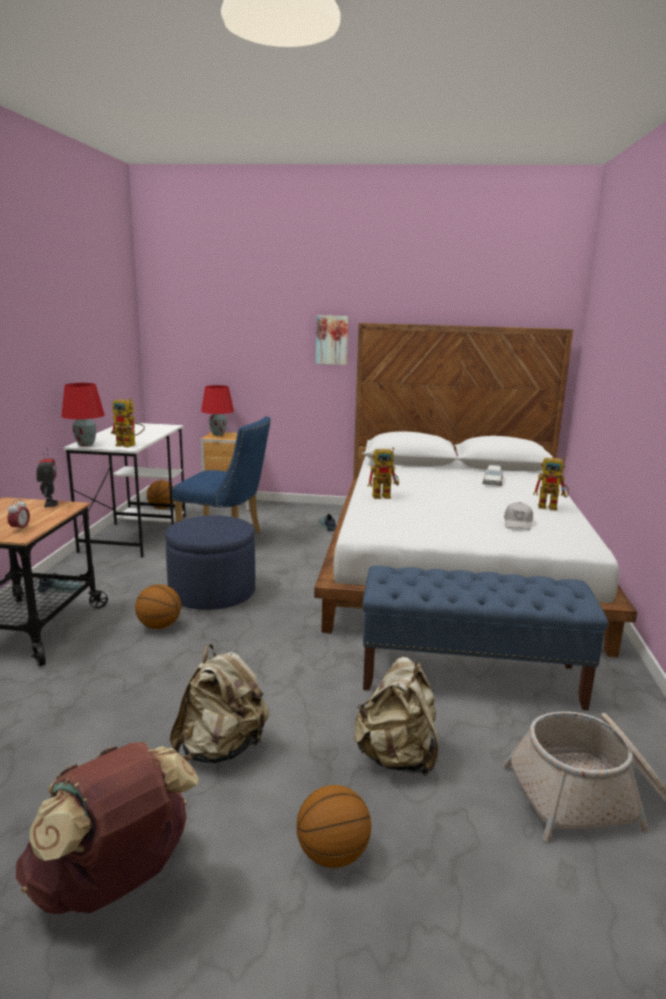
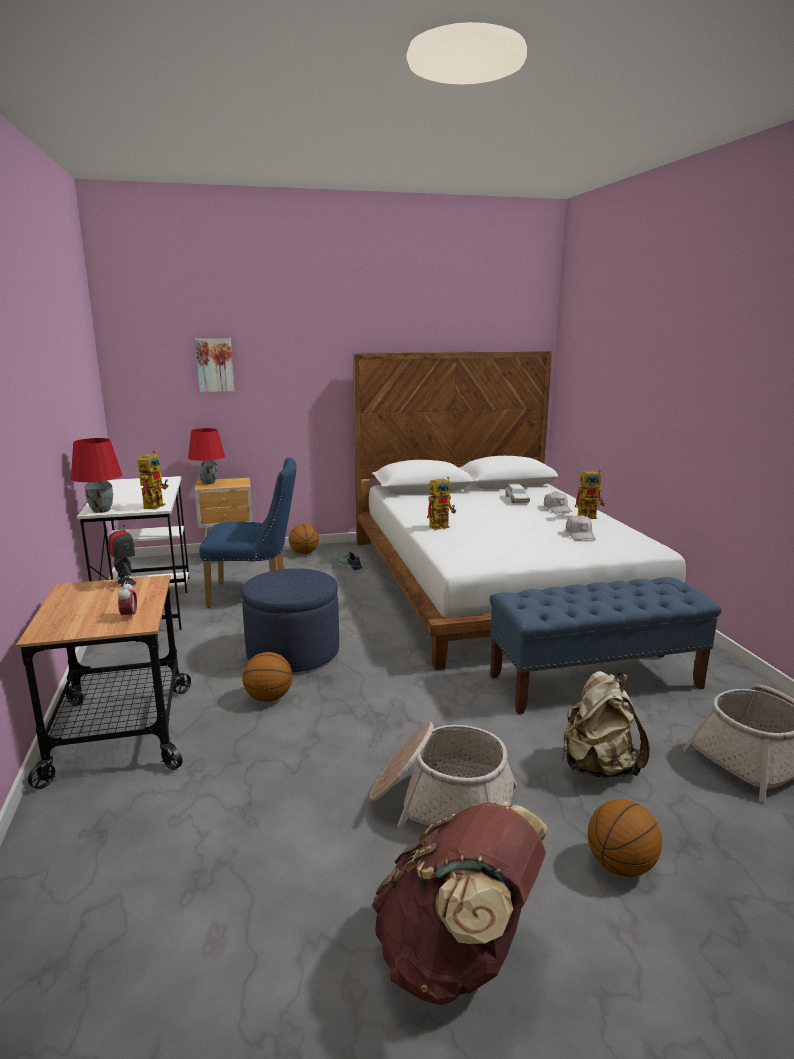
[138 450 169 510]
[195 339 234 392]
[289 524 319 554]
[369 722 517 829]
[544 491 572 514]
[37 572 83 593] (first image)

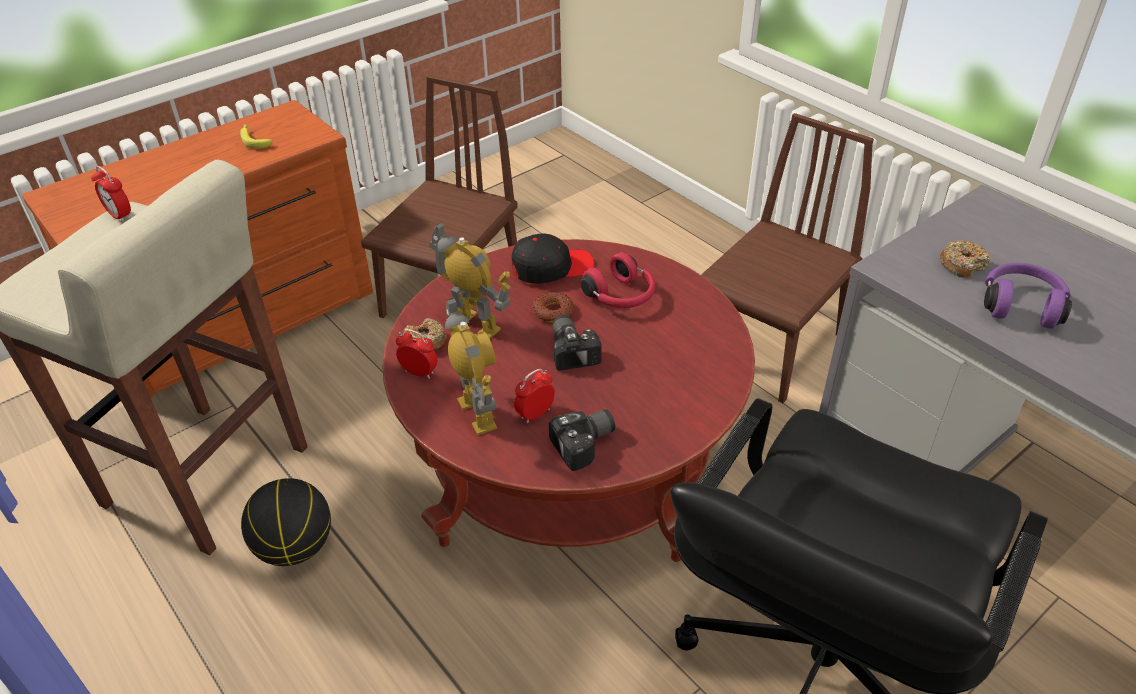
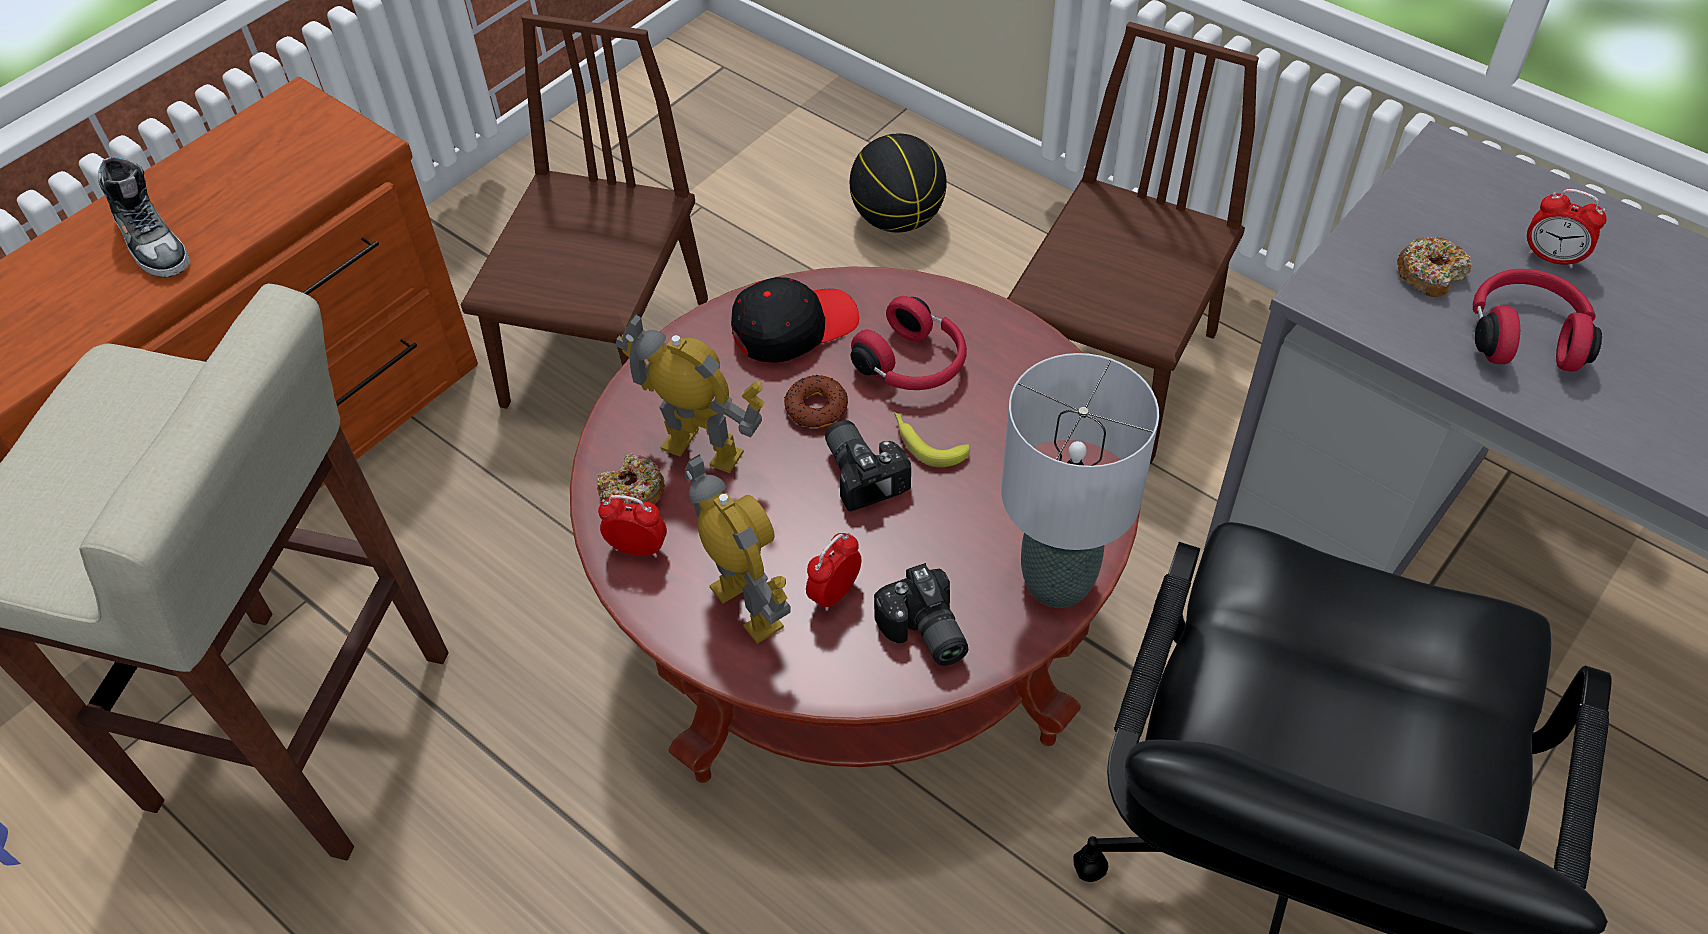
[98 157 190 278]
[849 134 947 232]
[874 563 968 666]
[894 412 970 467]
[1001 353 1159 608]
[1473 269 1602 371]
[1527 189 1606 268]

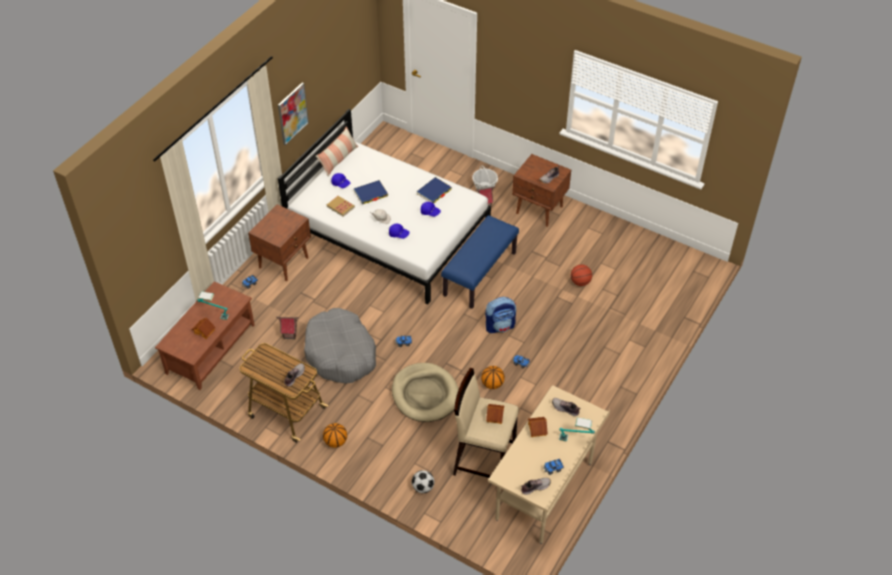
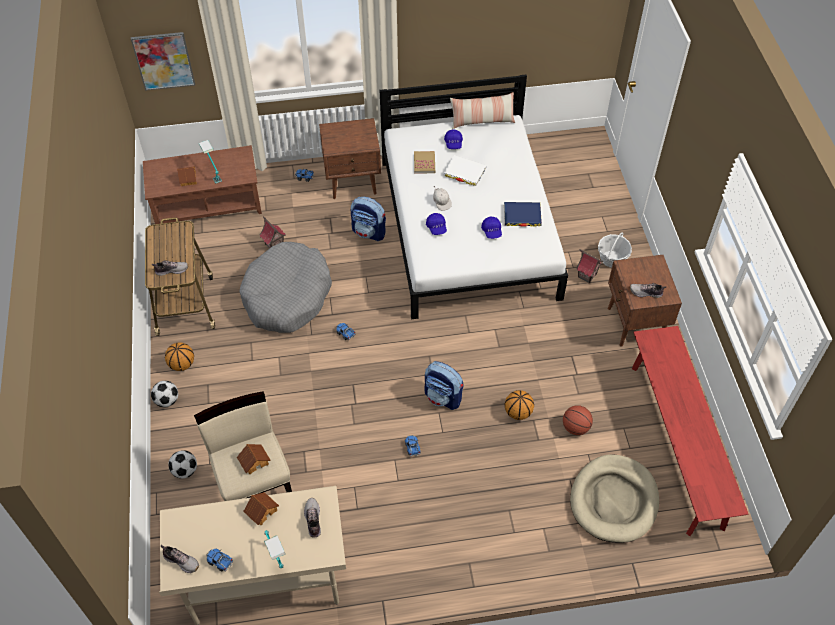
[131 32 195 91]
[151 381 178 407]
[351 197 386 241]
[444 155 487 186]
[505 390 534 420]
[570 455 659 543]
[632 326 748 536]
[441 215 519 309] (first image)

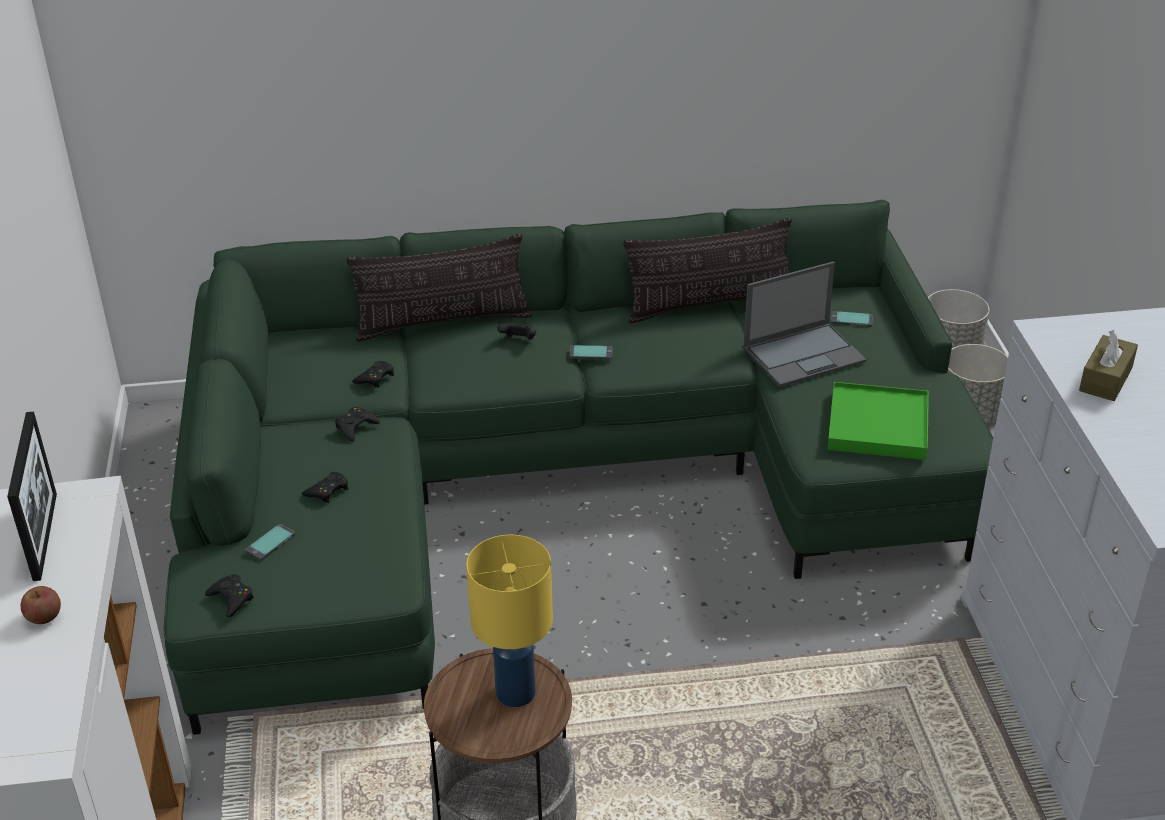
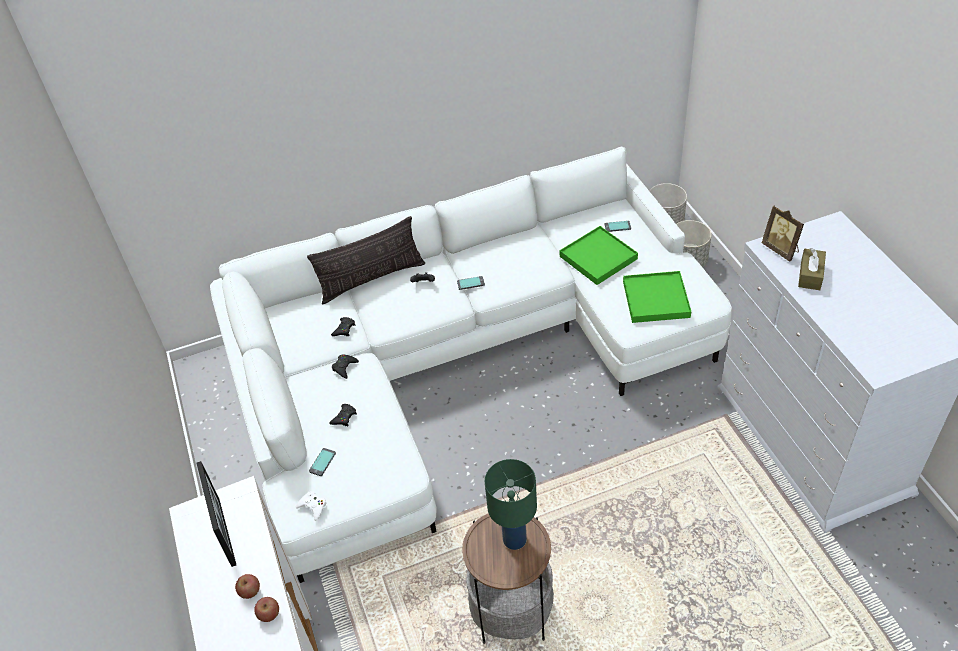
[210 147 732 583]
[254 597 279 622]
[296 491 327 521]
[485 459 537 550]
[560 226 638 285]
[762 205 804 261]
[624 217 792 323] (first image)

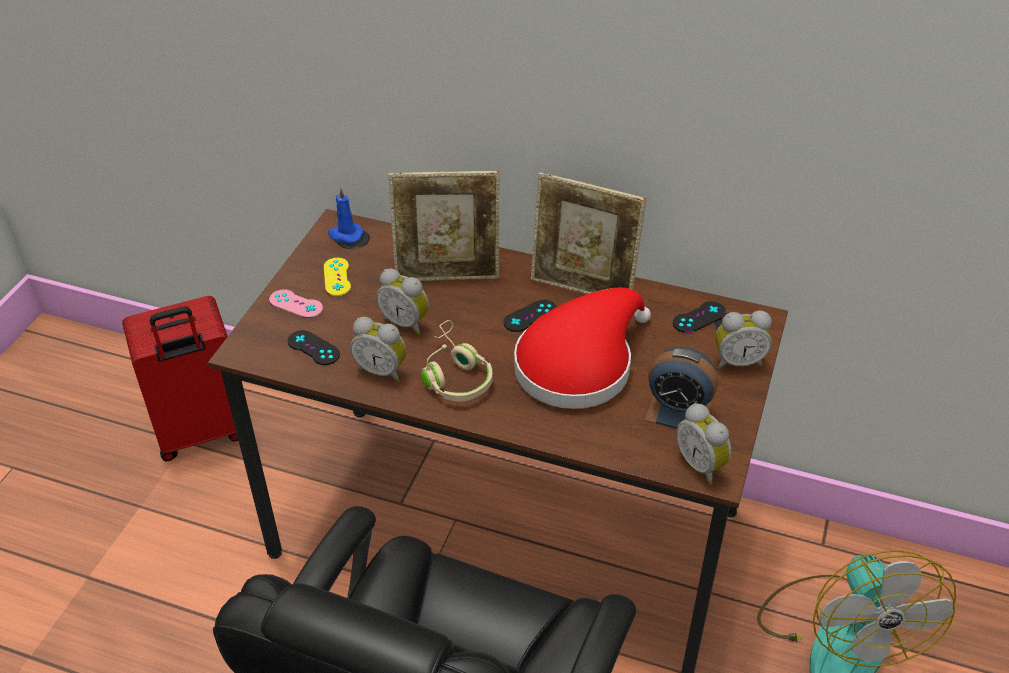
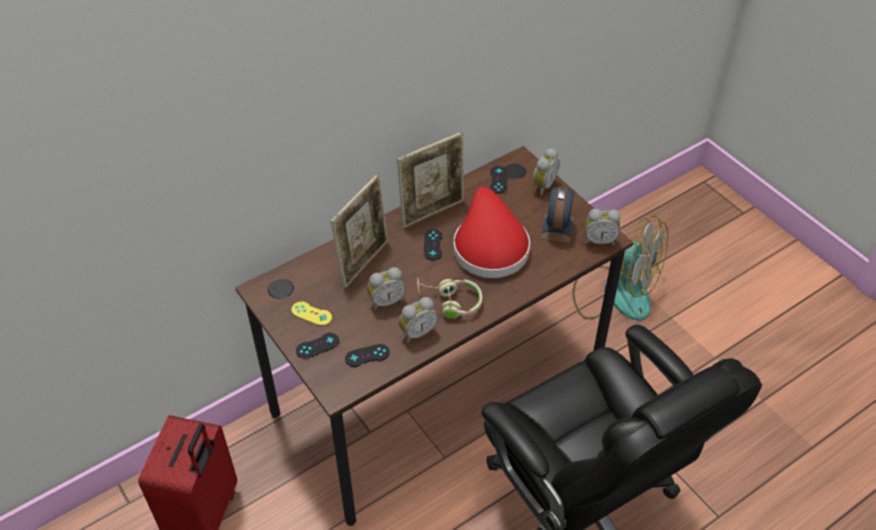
[296 333 339 359]
[541 187 574 243]
[328 187 364 243] (first image)

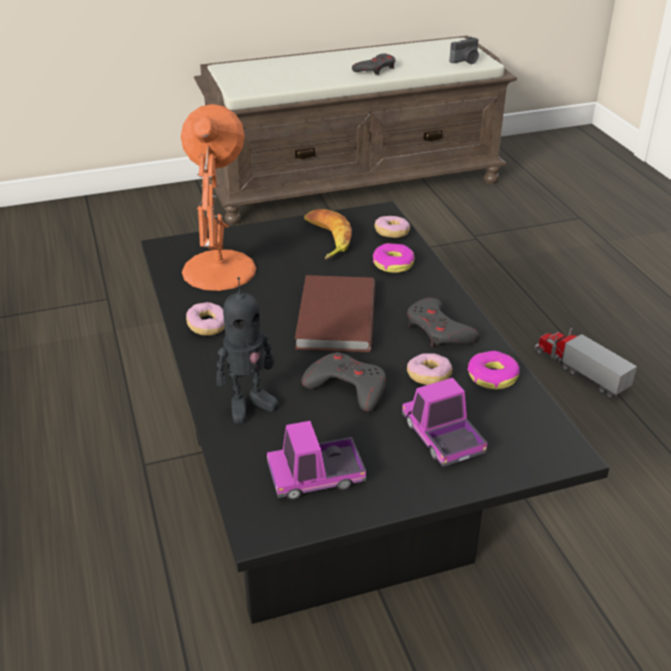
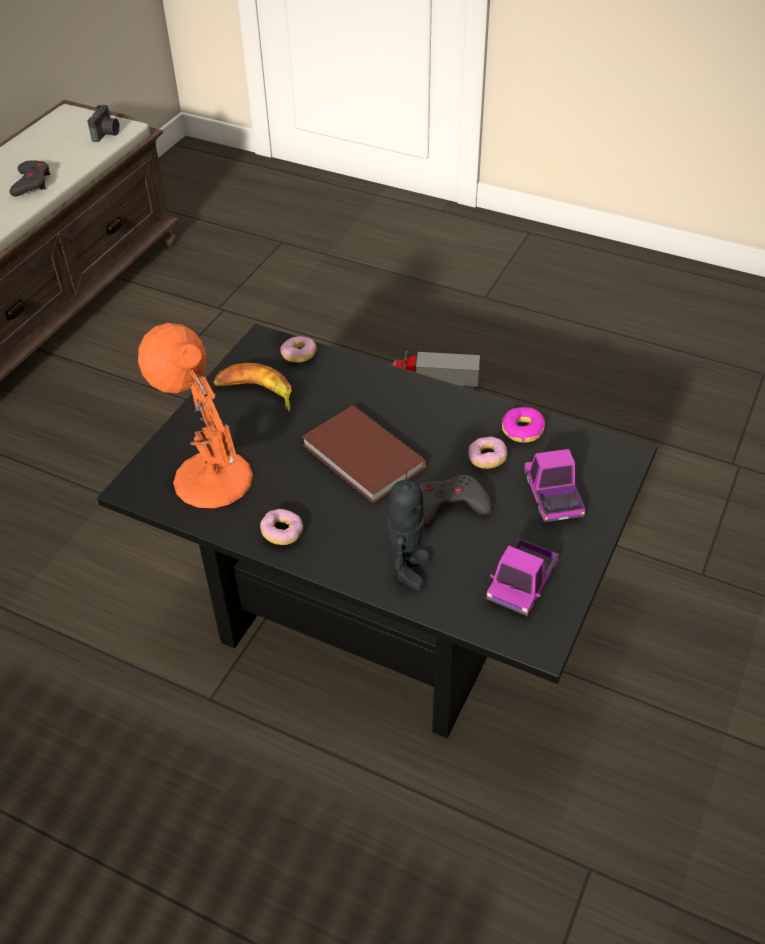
[524 449 586 522]
[373 243 415 273] (first image)
[407 297 480 347] (first image)

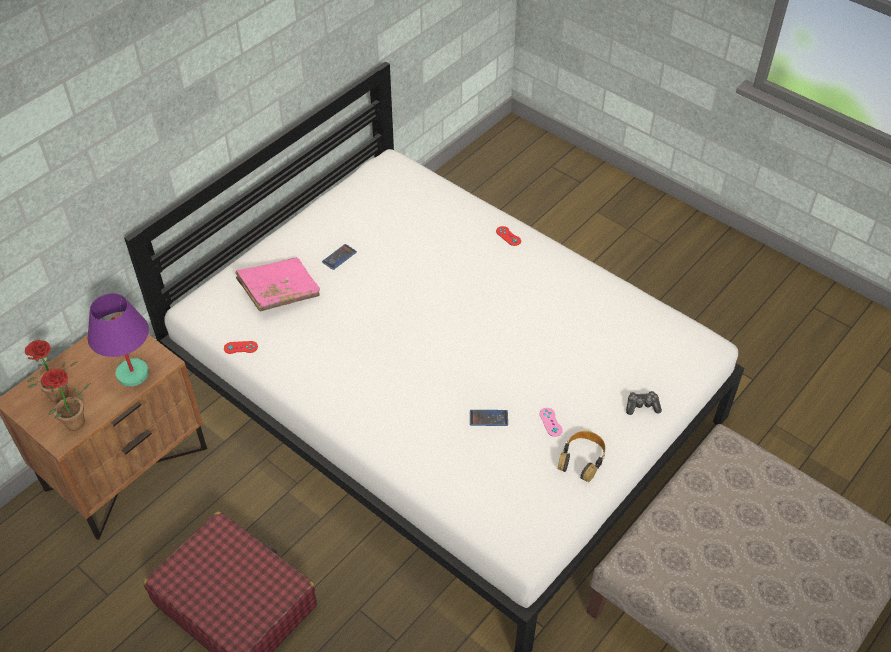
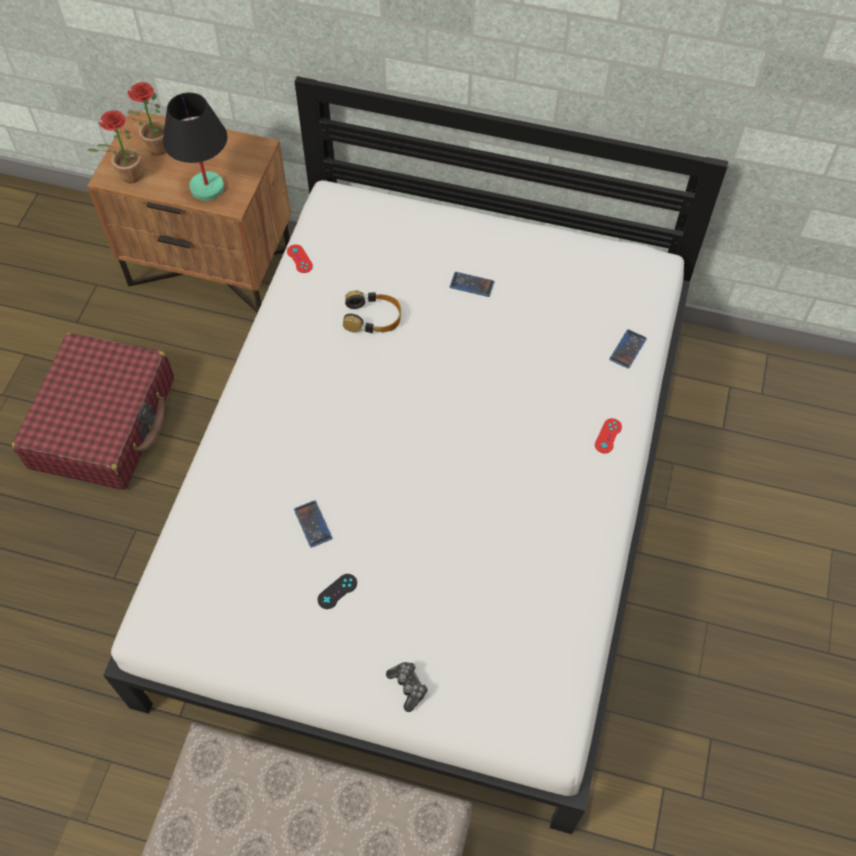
[163 92 227 201]
[318 574 357 609]
[343 290 401 333]
[609 329 647 369]
[235 258 320 311] (first image)

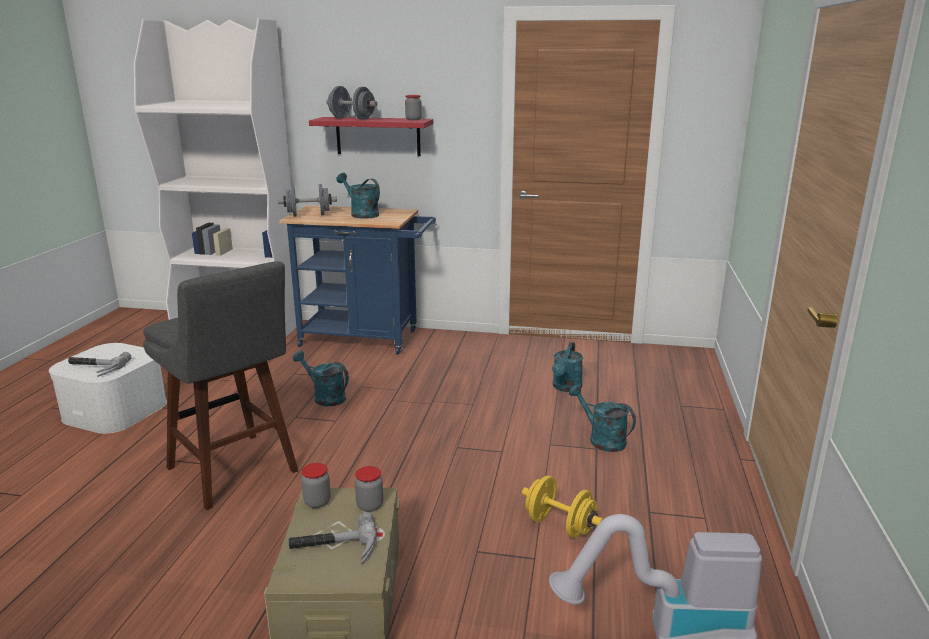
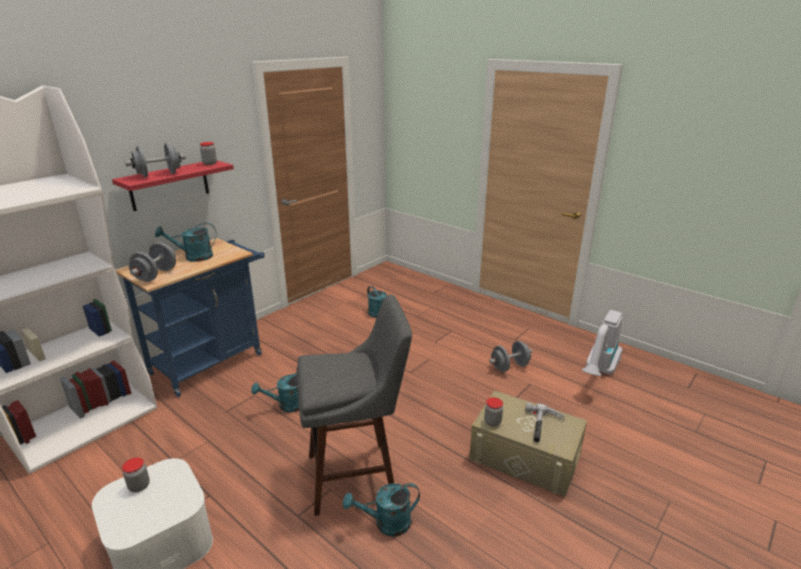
[122 457 150 492]
[343 483 420 537]
[489 341 532 372]
[68 352 131 377] (first image)

